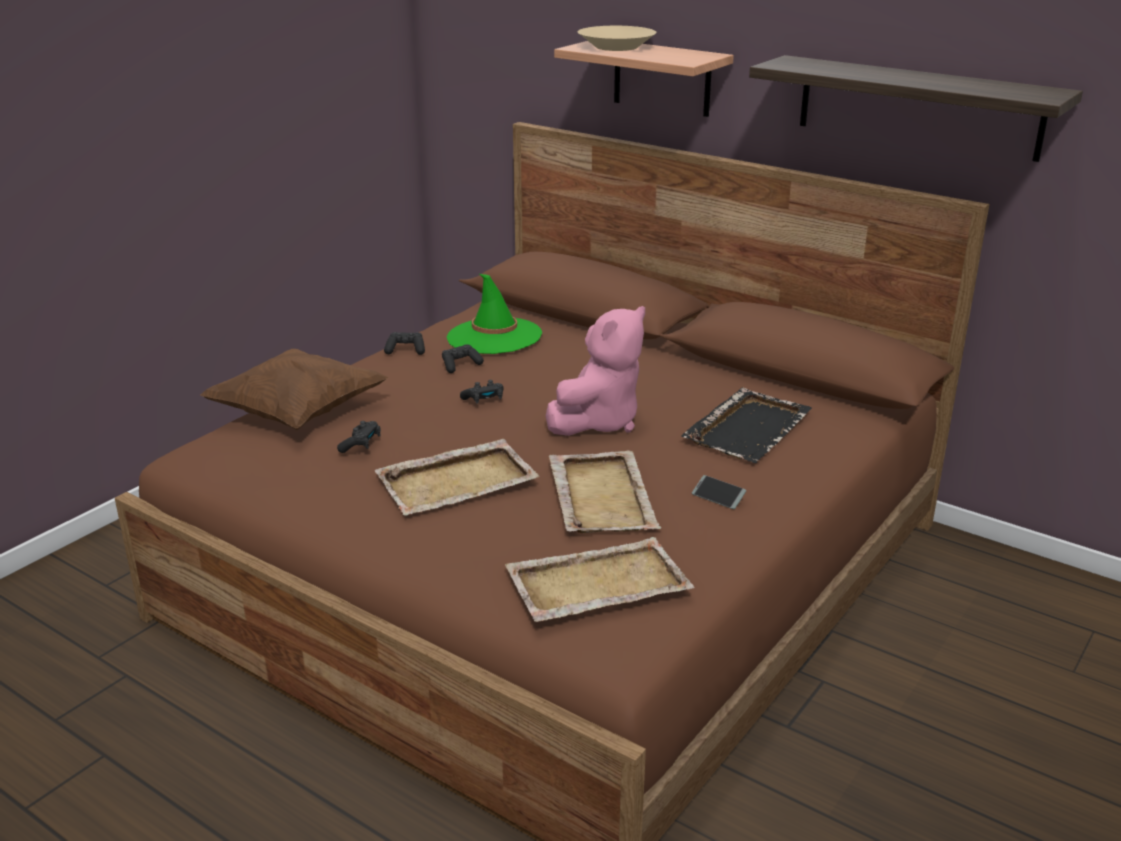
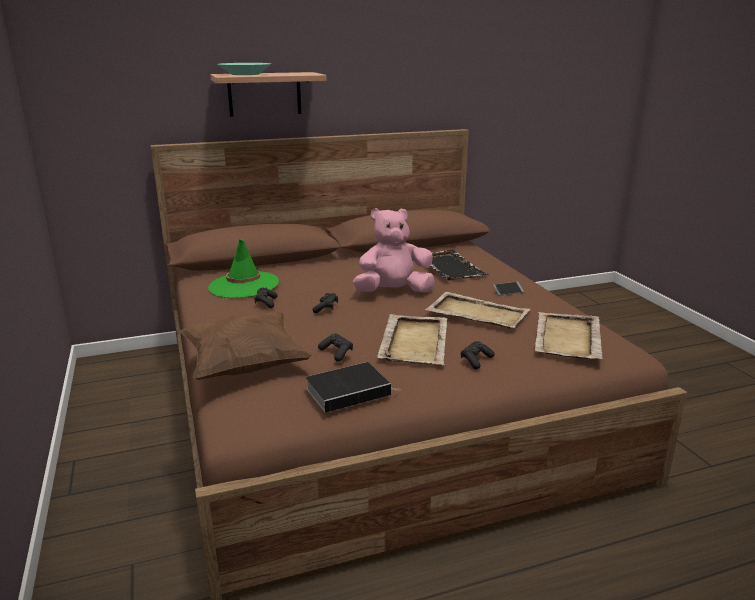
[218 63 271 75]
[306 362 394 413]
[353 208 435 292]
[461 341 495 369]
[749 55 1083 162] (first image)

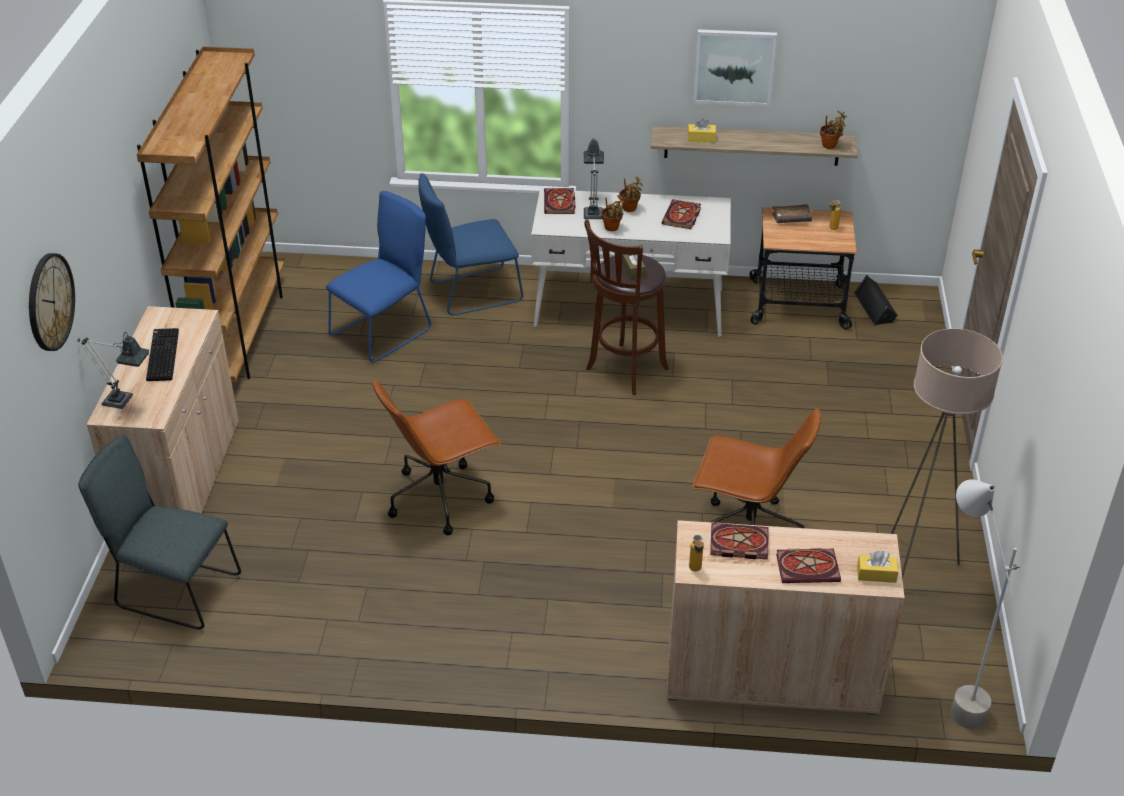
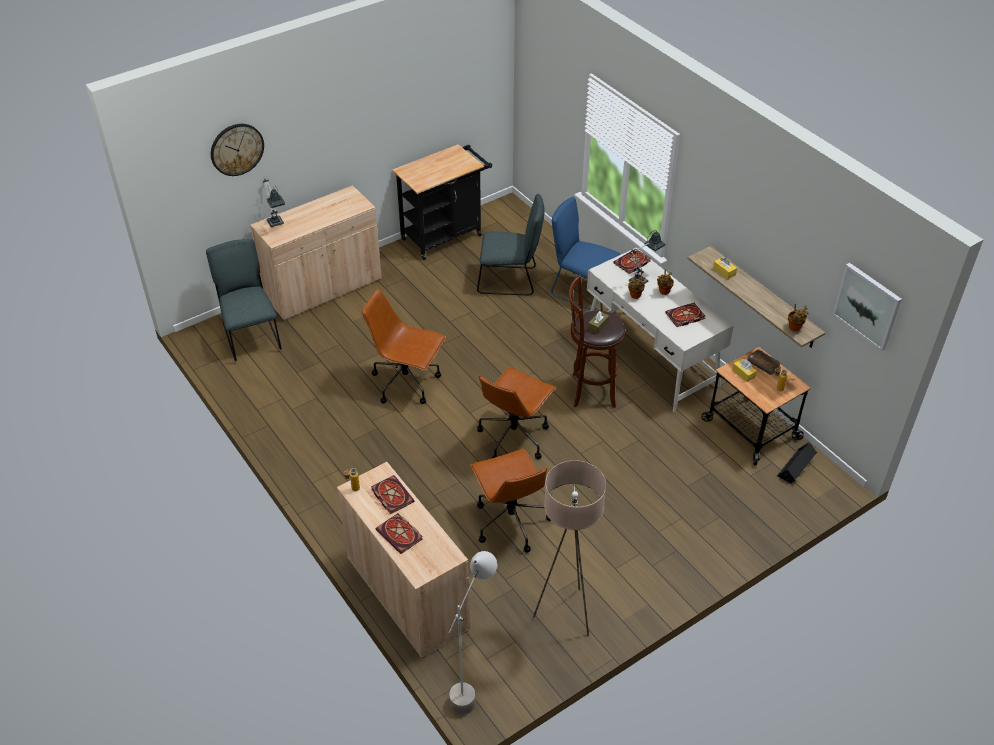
[392 144 492 260]
[477 194 544 295]
[477 367 556 459]
[732 359 757 382]
[832 263 902 351]
[146 328 179 381] (first image)

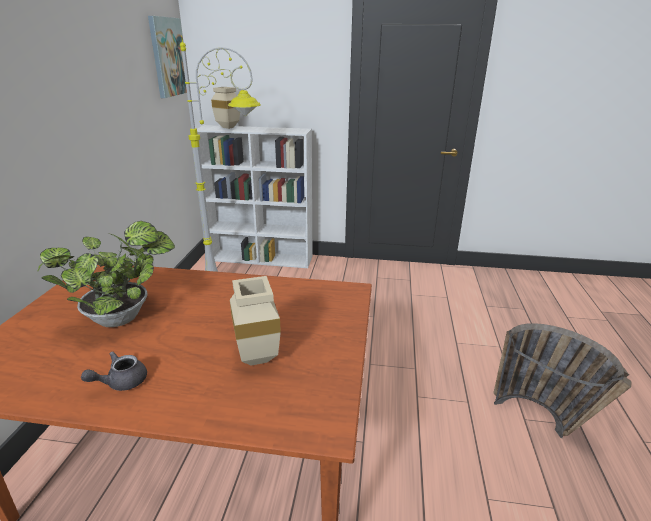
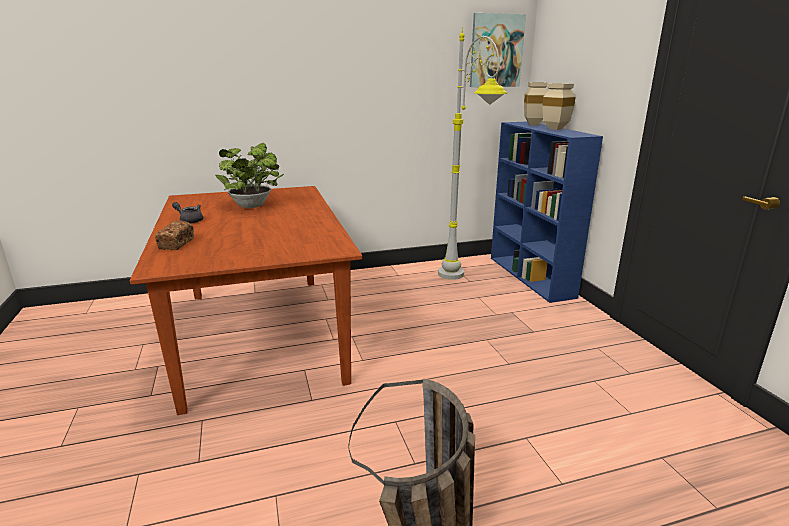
[155 220 194 250]
[491 122 603 303]
[543 83 576 130]

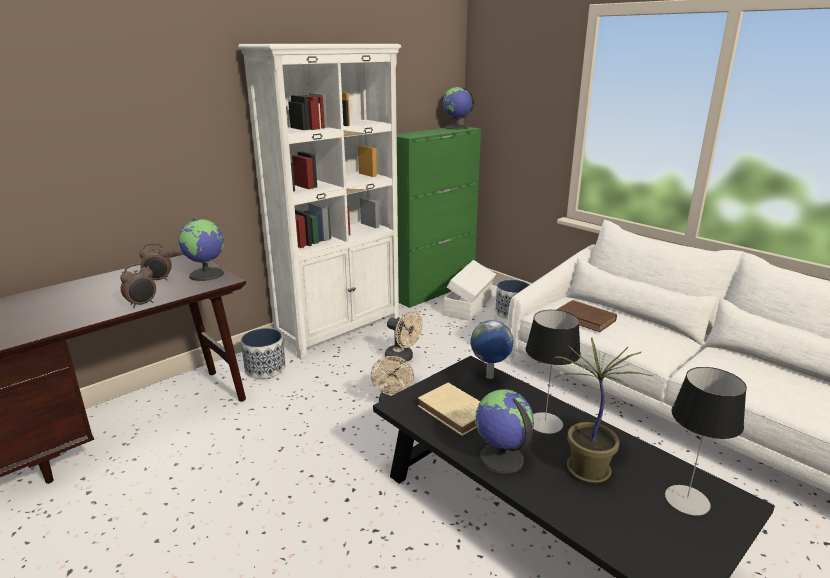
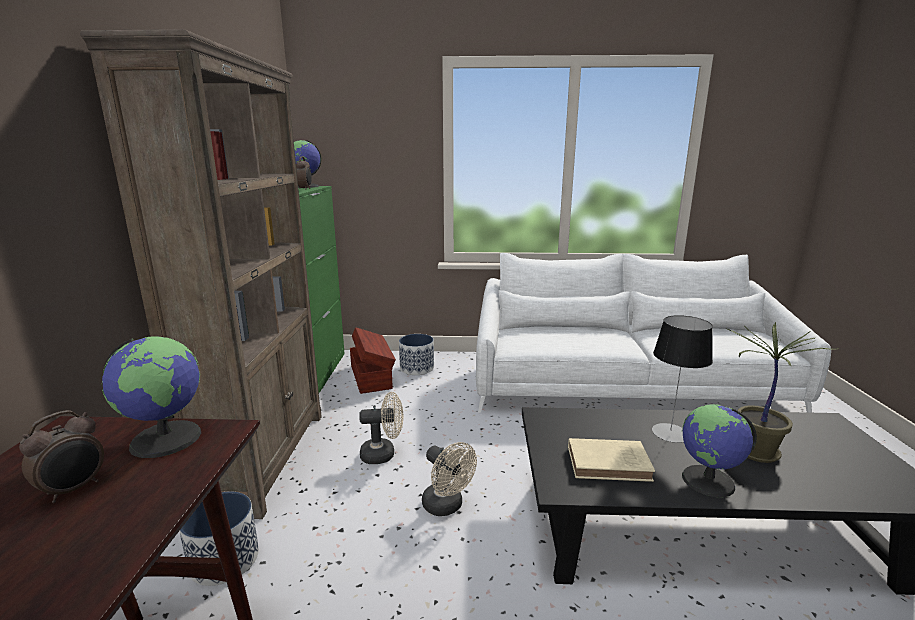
[80 29 322 519]
[296 156 312 190]
[350 327 396 394]
[470 320 514 379] (first image)
[556 300 617 332] (first image)
[665 367 747 516] (first image)

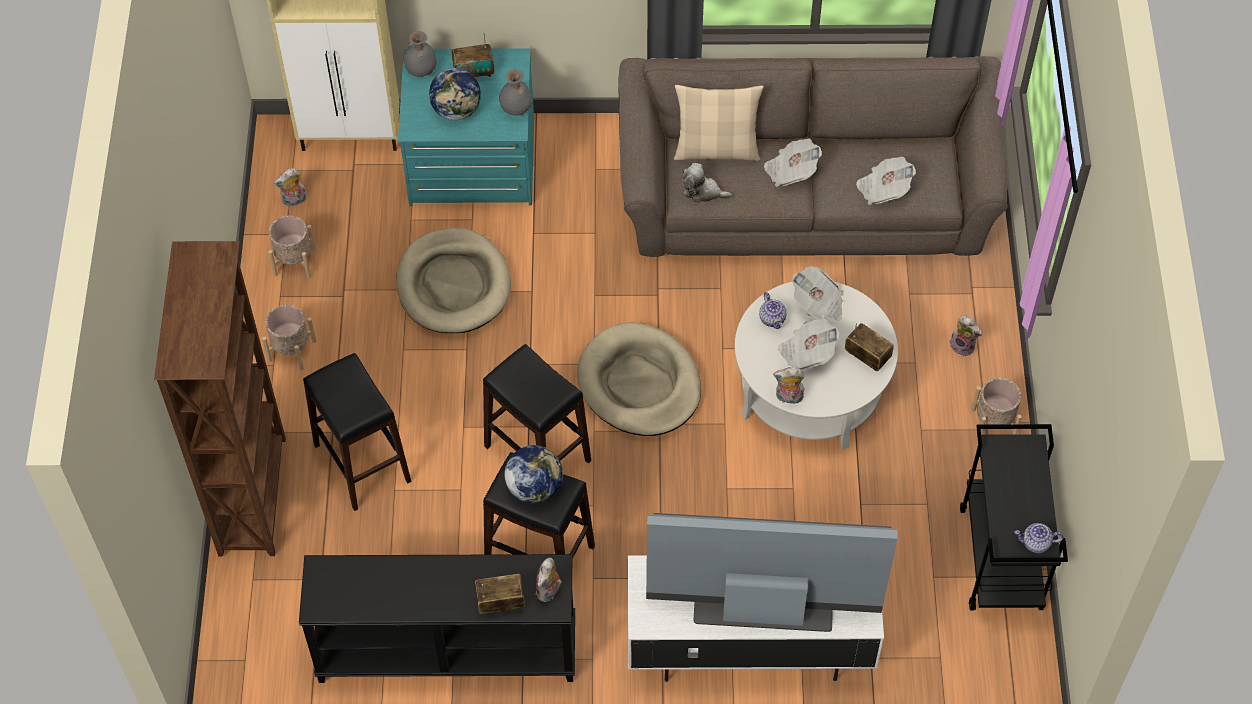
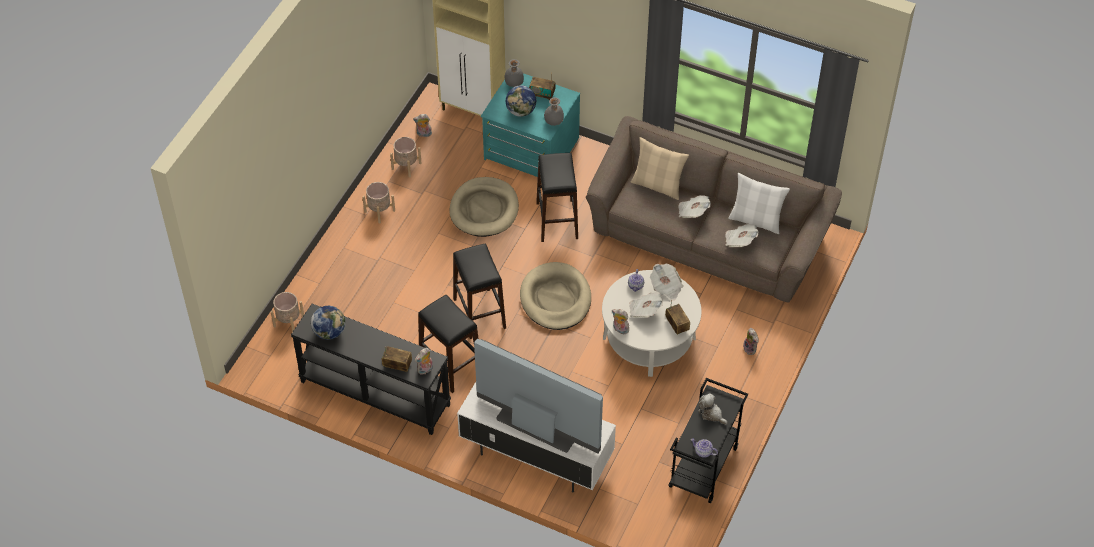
[271 292 304 332]
[311 306 346 340]
[536 153 578 242]
[698 393 728 424]
[728 173 790 234]
[154 241 286 557] (first image)

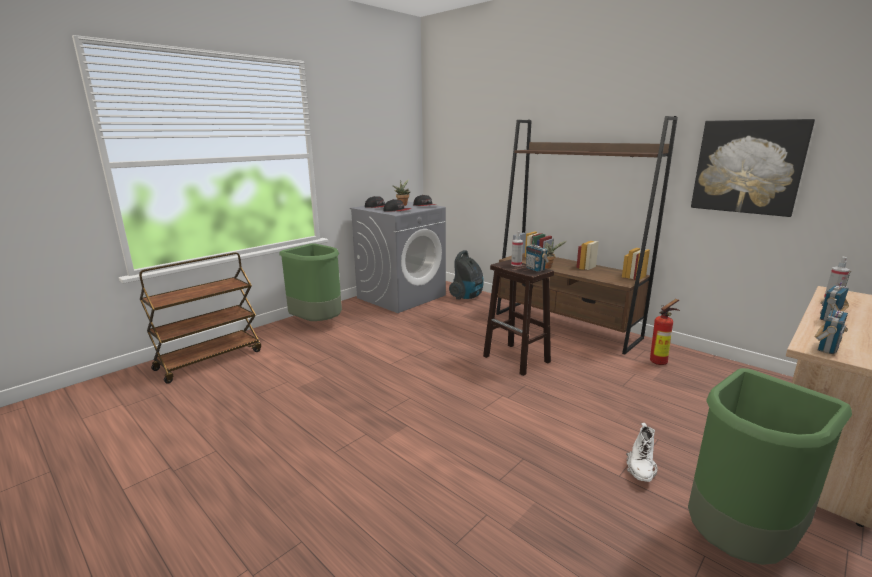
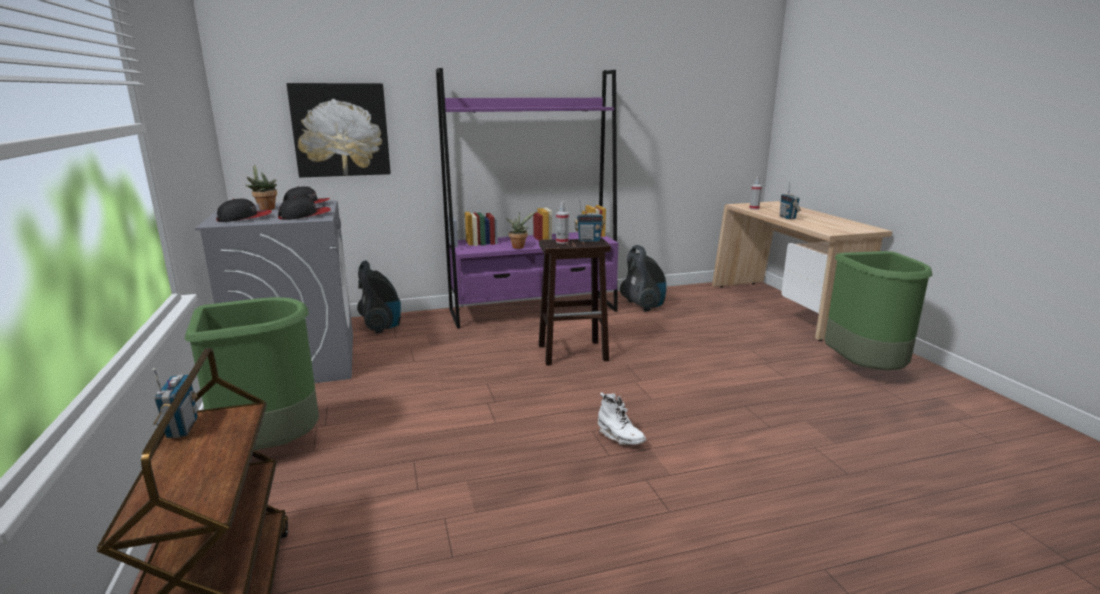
[152 368 197 438]
[287 83 391 178]
[436 68 619 329]
[598 393 646 445]
[620 245 666 312]

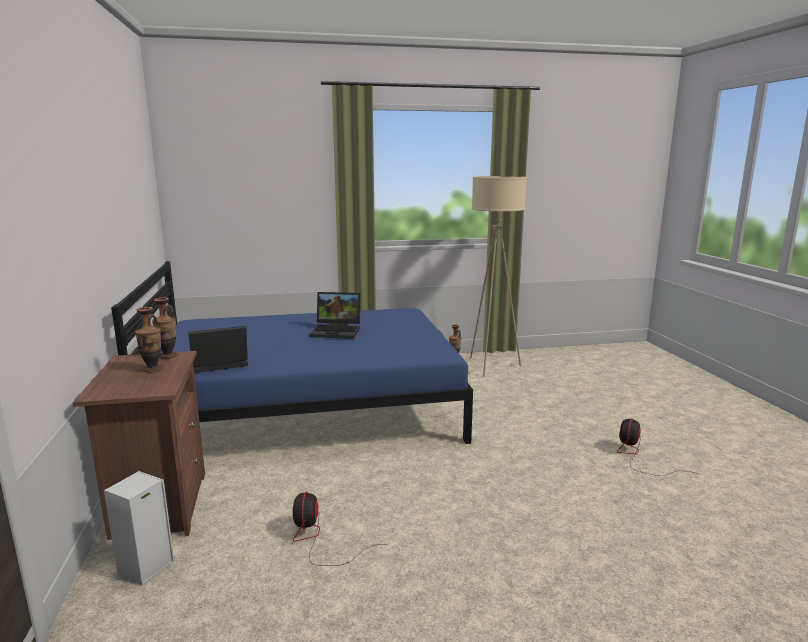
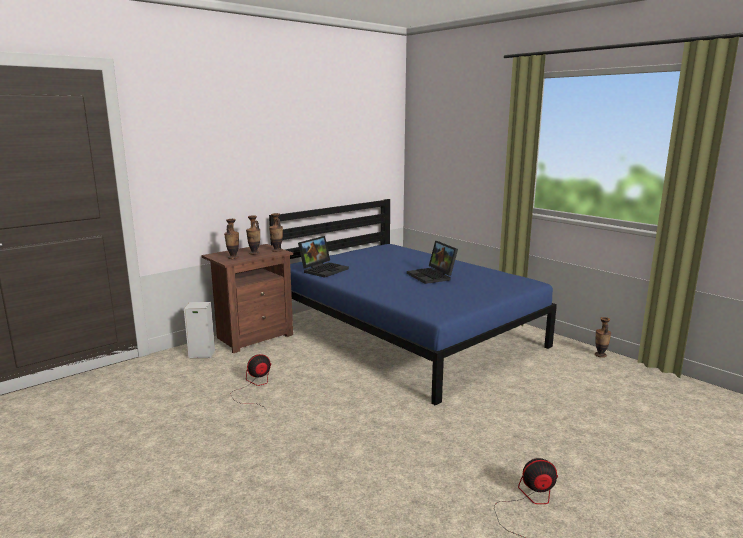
[224 219 239 259]
[298 236 349 278]
[470 176 527 377] (first image)

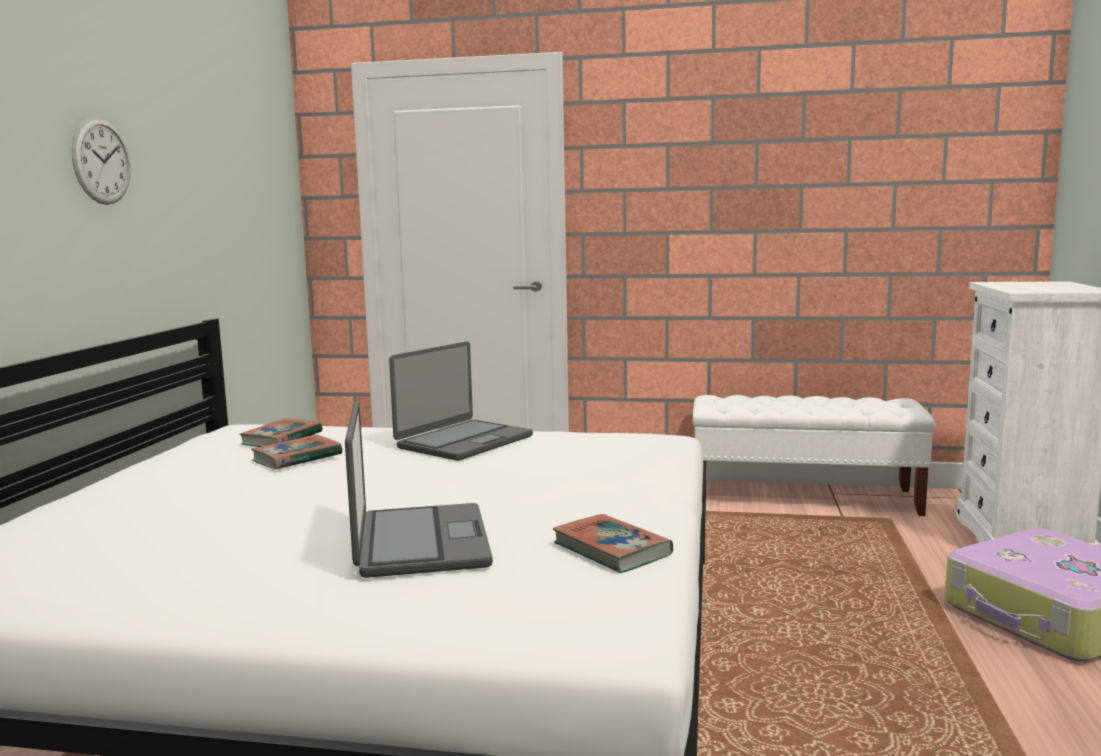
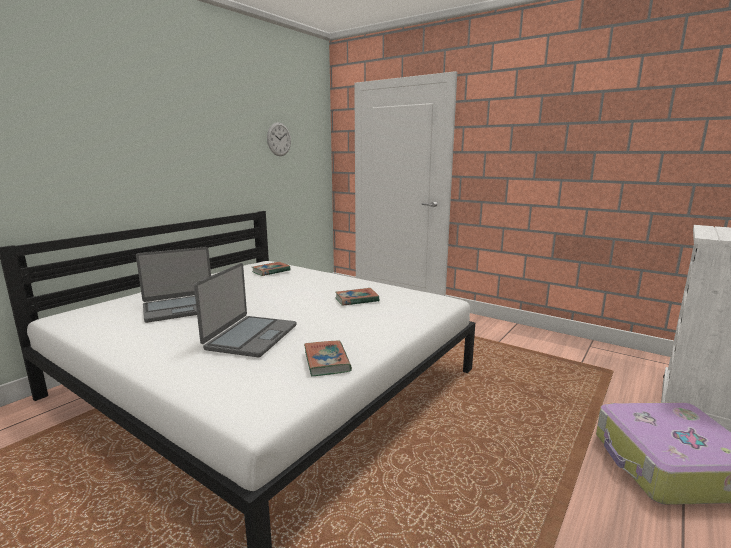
[136 247 211 323]
[267 122 291 156]
[335 288 379 306]
[693 395 936 516] (first image)

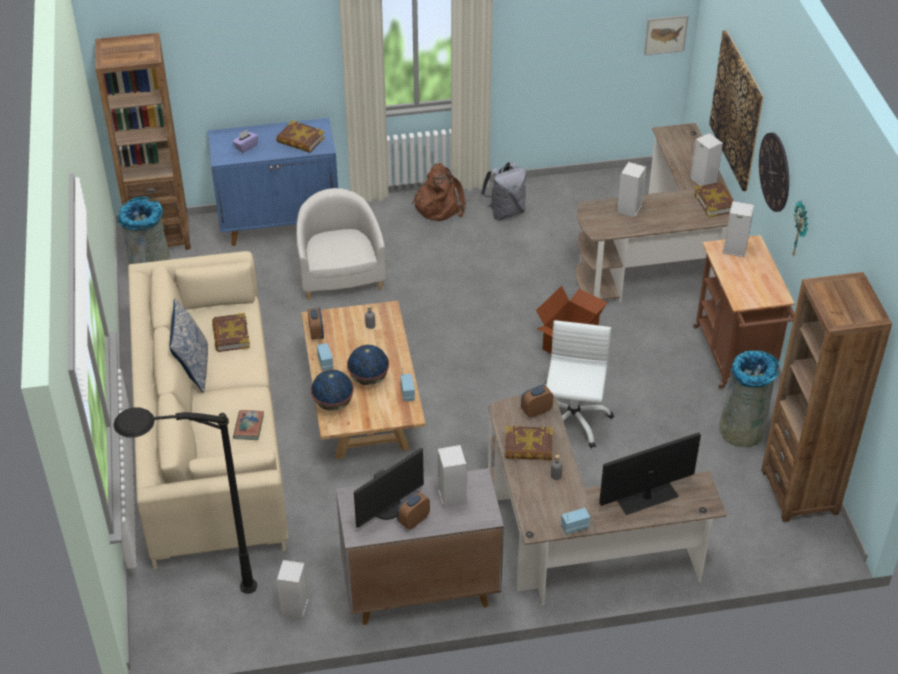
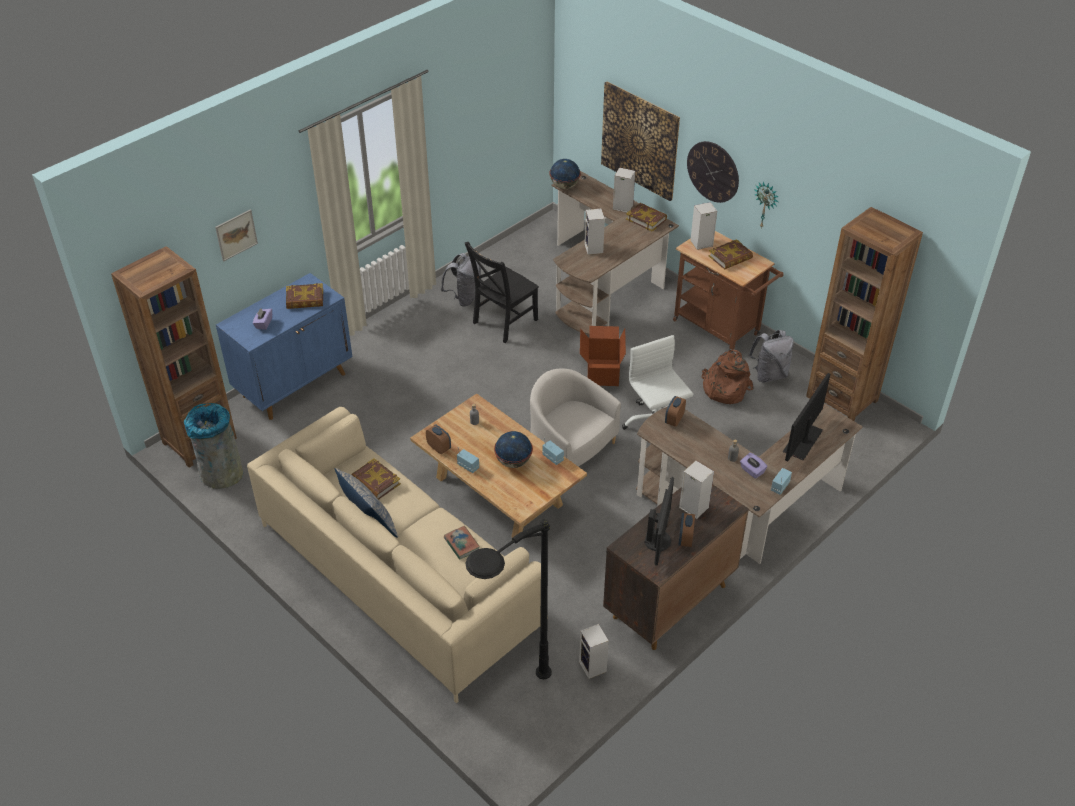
[215 209 258 261]
[465 242 539 343]
[530 368 621 467]
[550 159 581 189]
[603 484 749 650]
[702 350 754 404]
[708 239 753 270]
[740 452 768 479]
[749 330 794 383]

